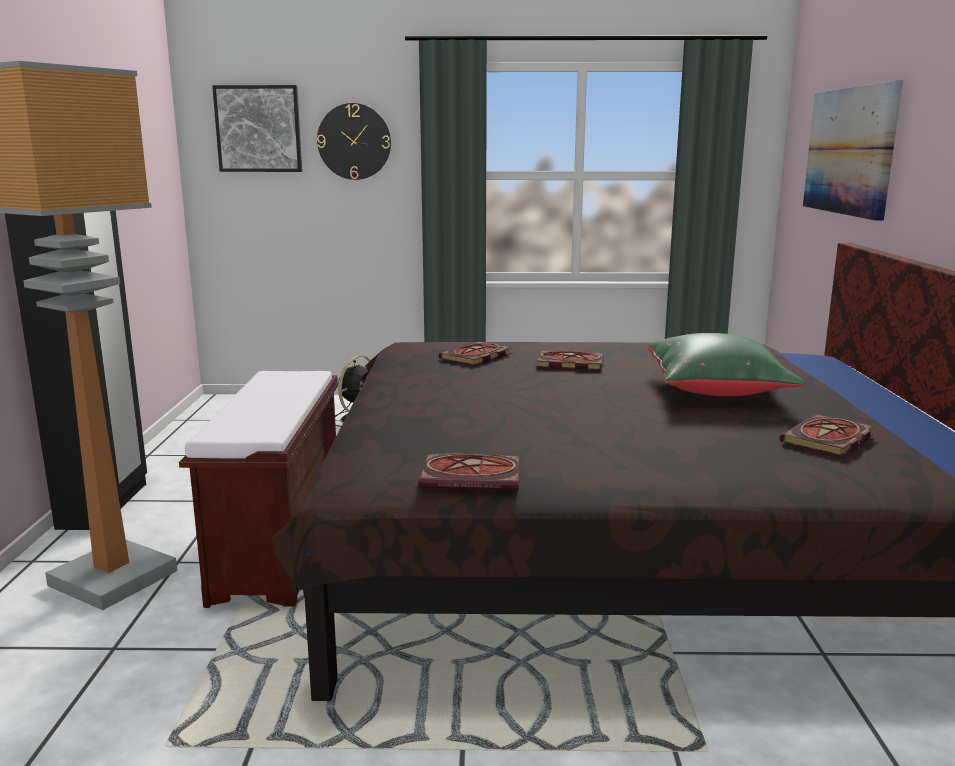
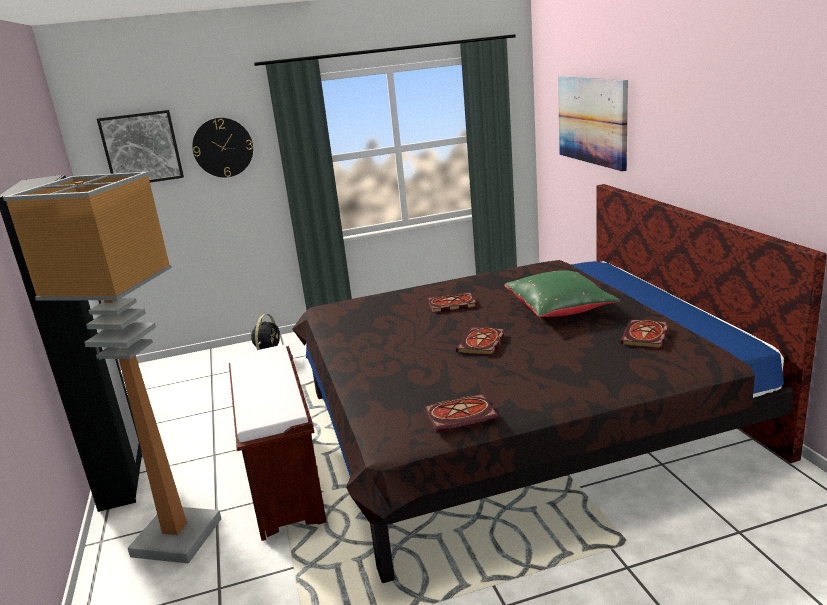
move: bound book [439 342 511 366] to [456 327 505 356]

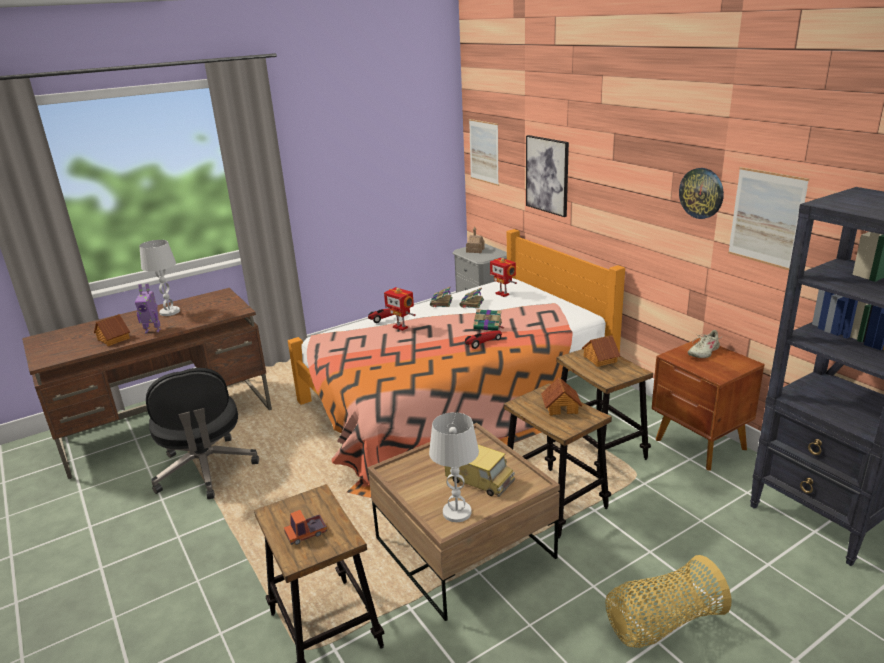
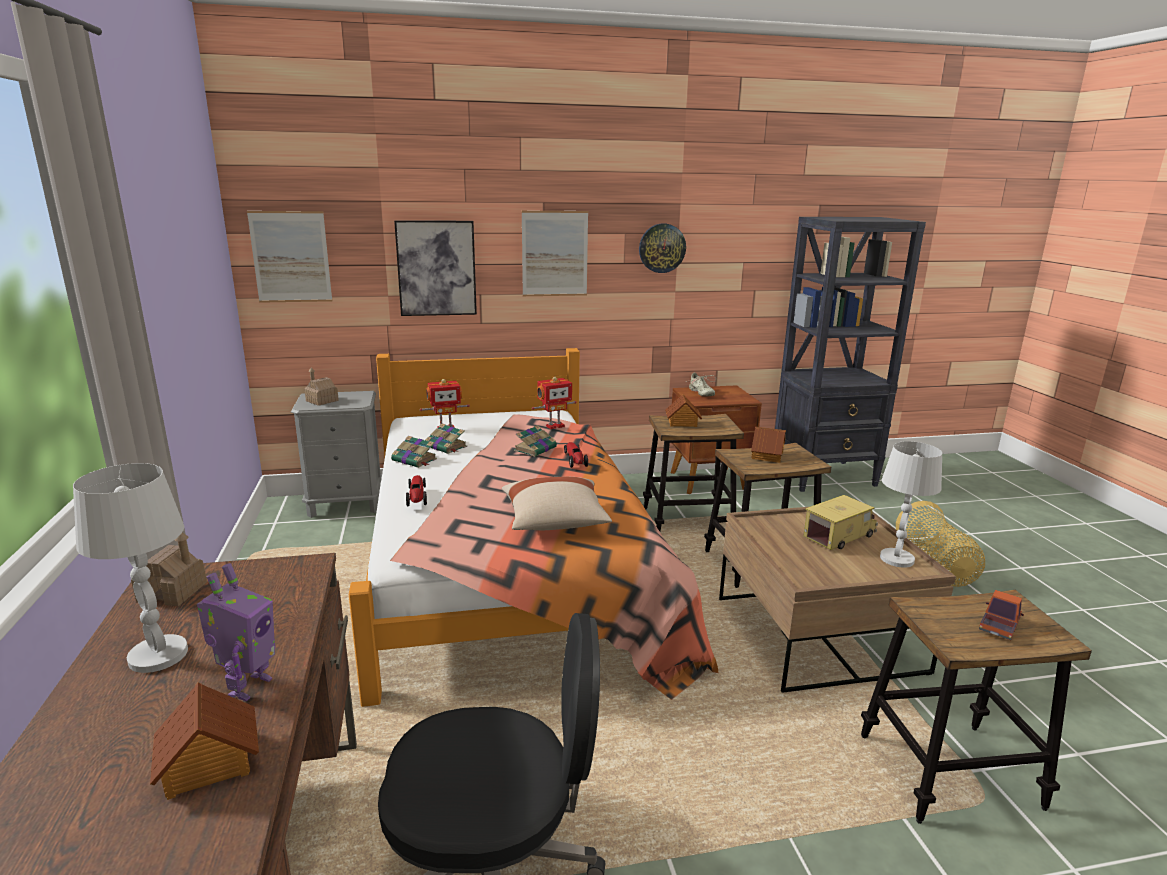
insert: model house [131 532 207 606]; cushion in beige [502 477 612 530]
move: toy robot [384 287 416 331] to [532 377 577 429]; wall art [728 167 809 270] to [522 211 588 296]
rotate: model truck [284 510 327 545] = [979 590 1024 640] 135 degrees counterclockwise

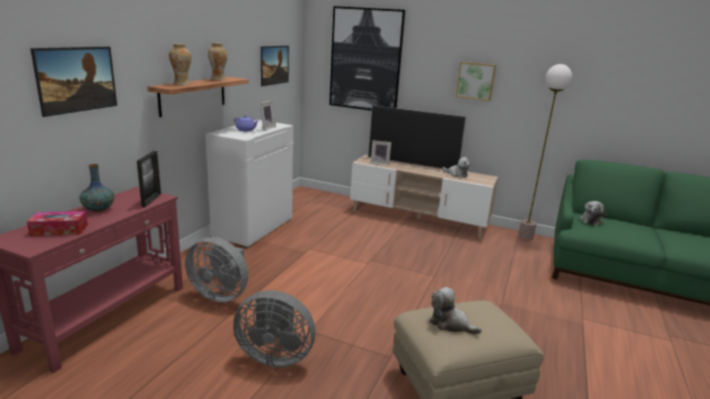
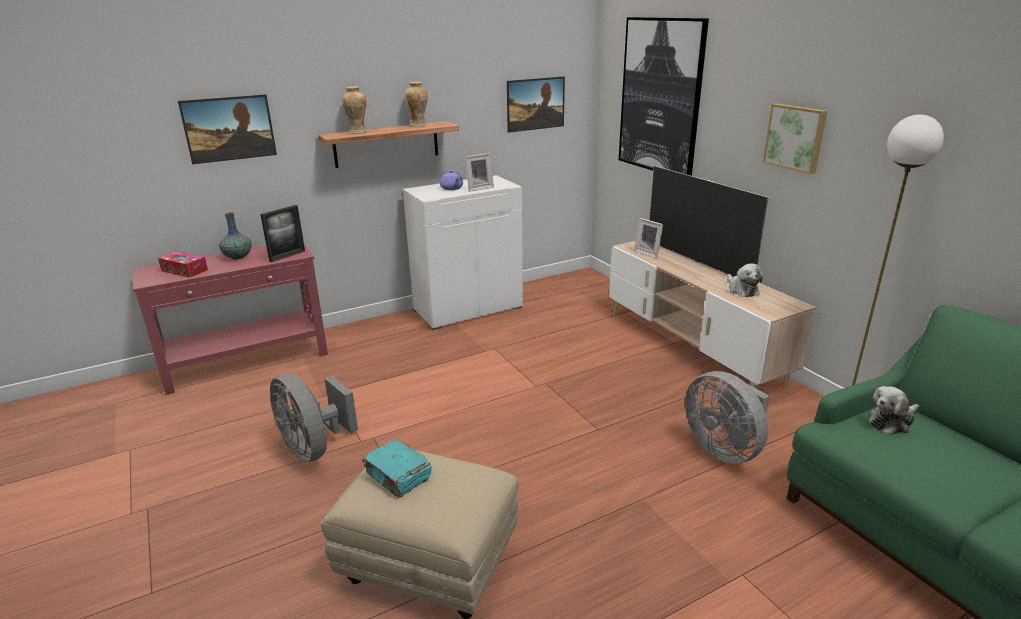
move: cooling fan in grey [185 237 248 302] to [685 371 770 464]
replace: soft toy [429 287 482 335] to bound book in turquoise-coloured [362 439 432 498]

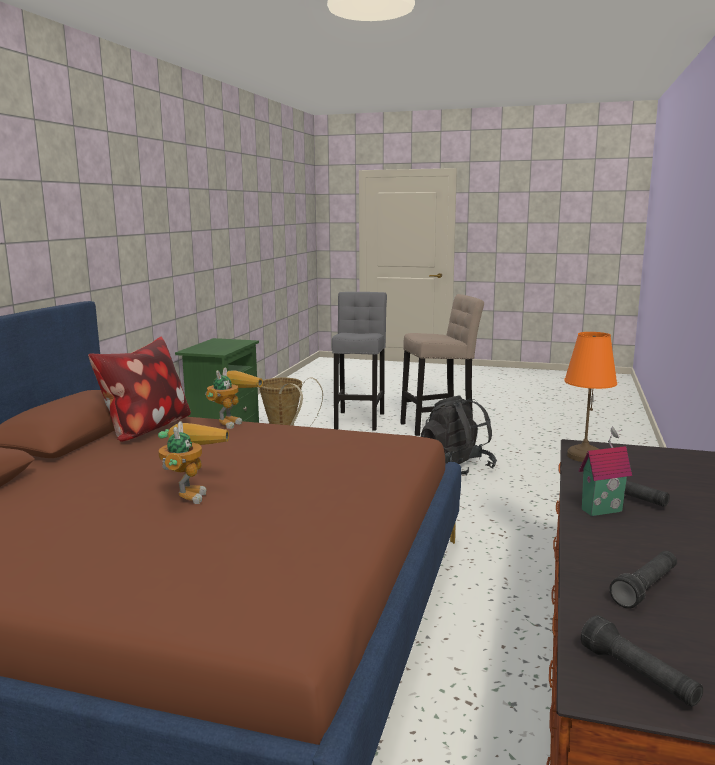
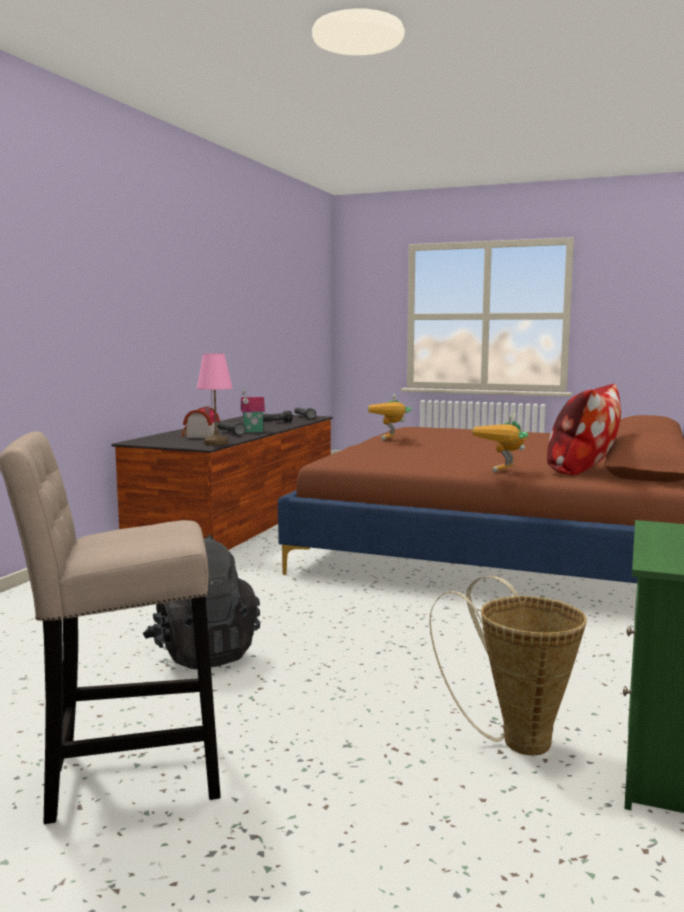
delete: stool in grey [332 292 387 431]
insert: model house [181 406 220 438]
move: toy robot [158 421 229 504] to [368 394 411 440]
recolor: lamp for a table in orange-coloured [564 332 617 462] to lamp for a table in pink-coloured [197 353 233 445]

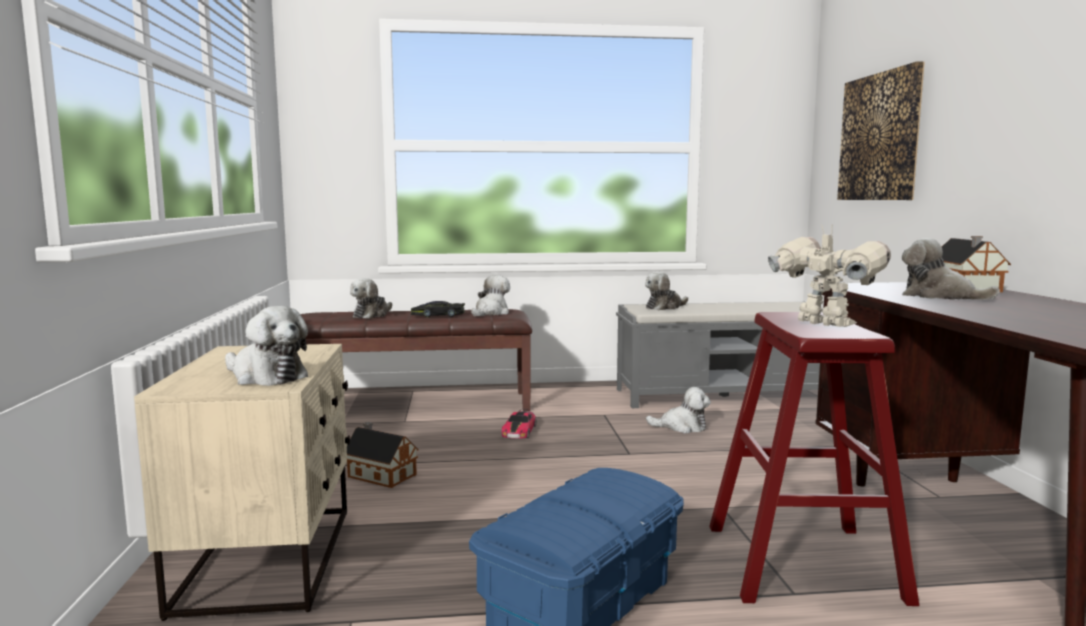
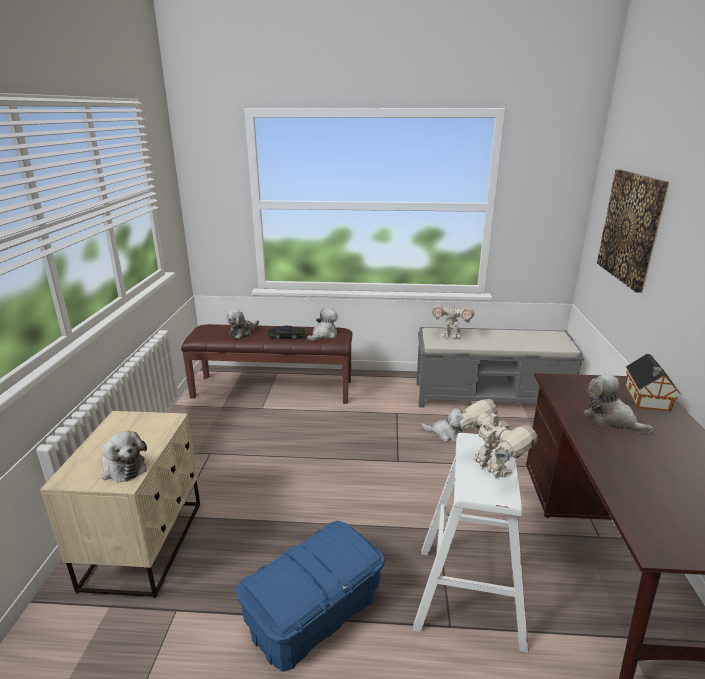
delete: model house [347 422 419 488]; miniature car [502 409 537 439]
replace: soft toy [645 272 688 310] to toy robot [432 302 474 338]
recolor: stool in reddish [709 312 919 606] to stool in white-coloured [413 433 528 653]

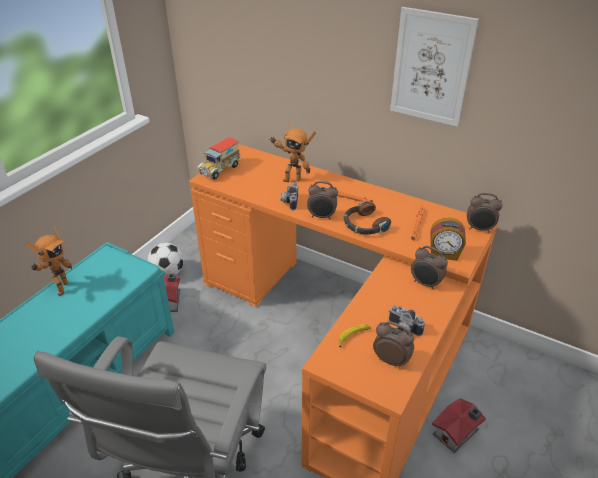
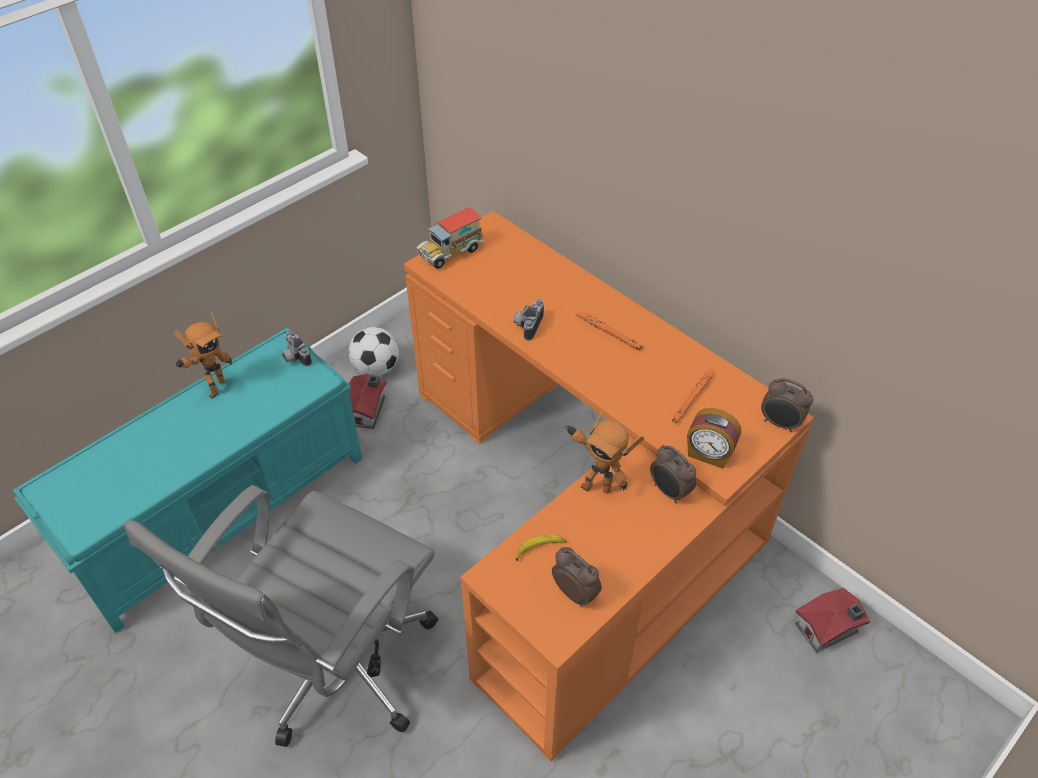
delete: table clock [307 181 338 220]; headphones [344 201 391 235]; wall art [390 7 479 127]
move: toy robot [269 124 316 182] to [565 409 644 494]; still camera [389 305 425 336] to [282 330 312 367]; model house [432 398 486 453] to [795 587 870 653]

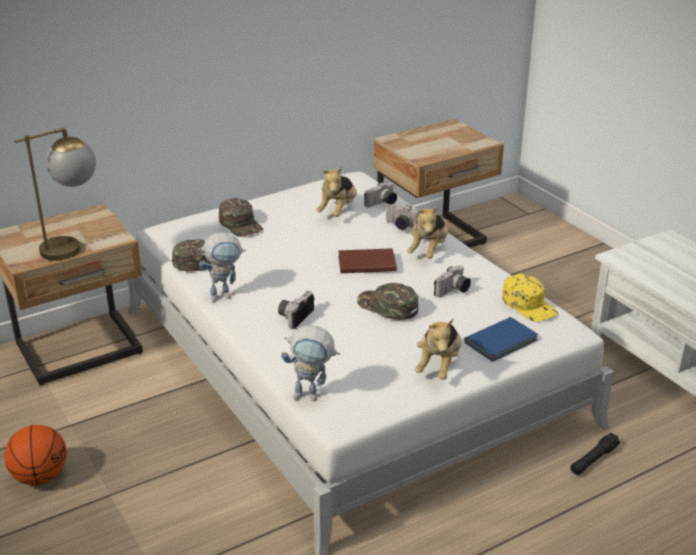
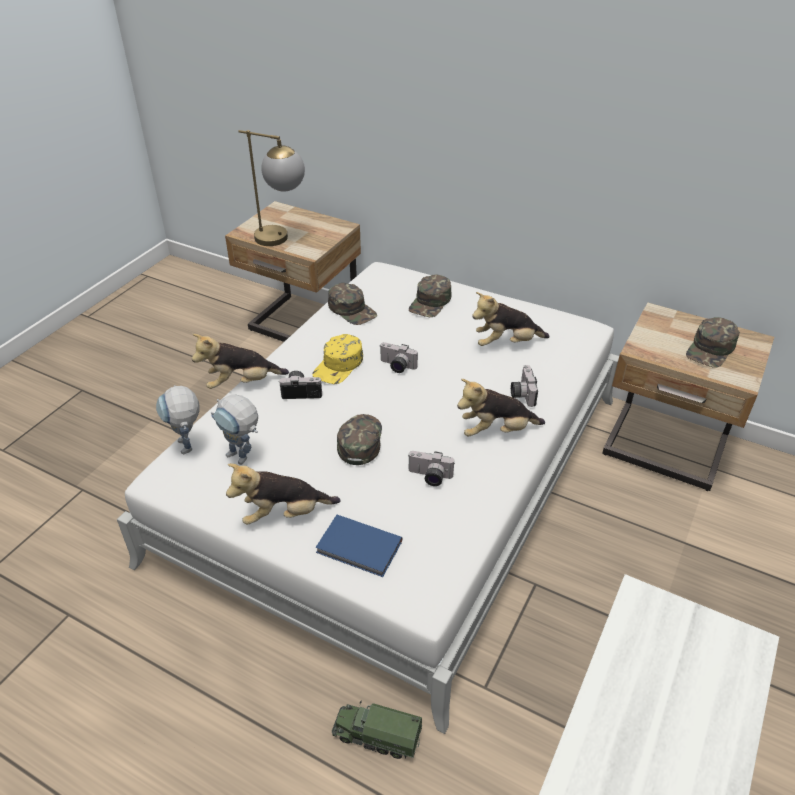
delete: basketball [4 425 67 485]; bound book in brown [338 248 397 273]
insert: soft toy [192 334 289 389]; peaked cap in greenish [686 317 740 368]
move: toy robot [198 232 246 302] to [211 395 258 465]; still camera [364 182 397 208] to [380 342 418 373]; peaked cap in yellow-coloured [502 274 558 322] to [312 334 363 384]
replace: hand torch in blackish [570 433 620 475] to model truck [332 701 422 759]

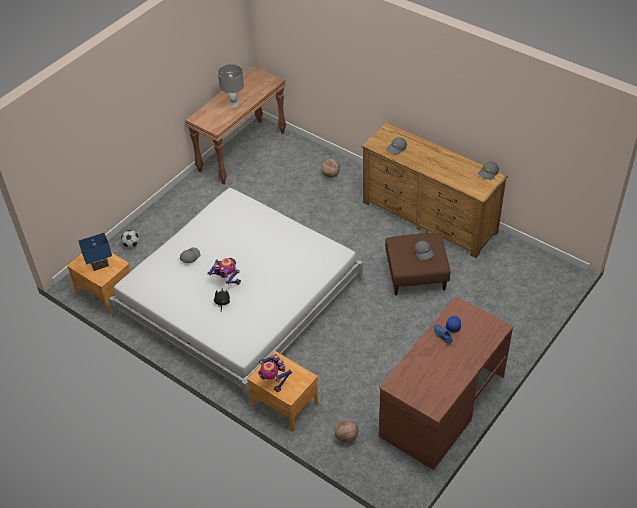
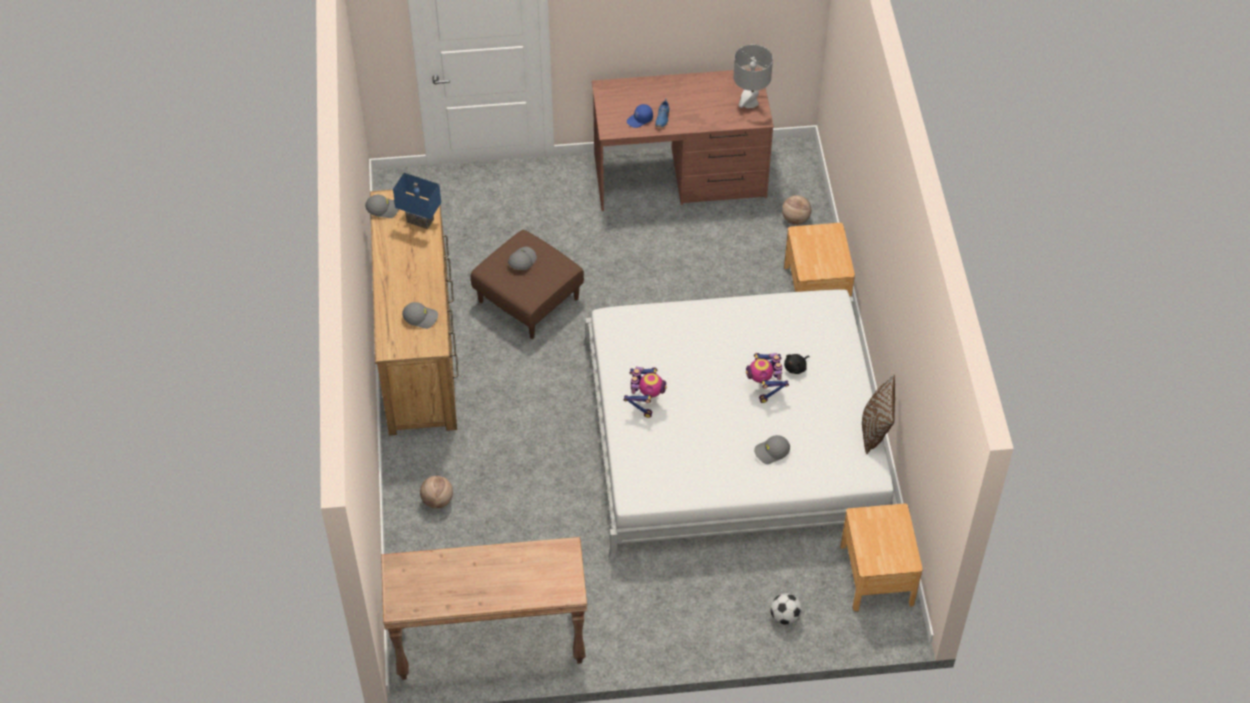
insert: cushion in brown [862 374 895 454]
move: lamp for a table in bluish [78 233 112 271] to [393 173 441 229]; lamp for a table in grey [218 64 244 107] to [733 45 773 108]; toy robot [258 354 292 392] to [624 367 667 418]

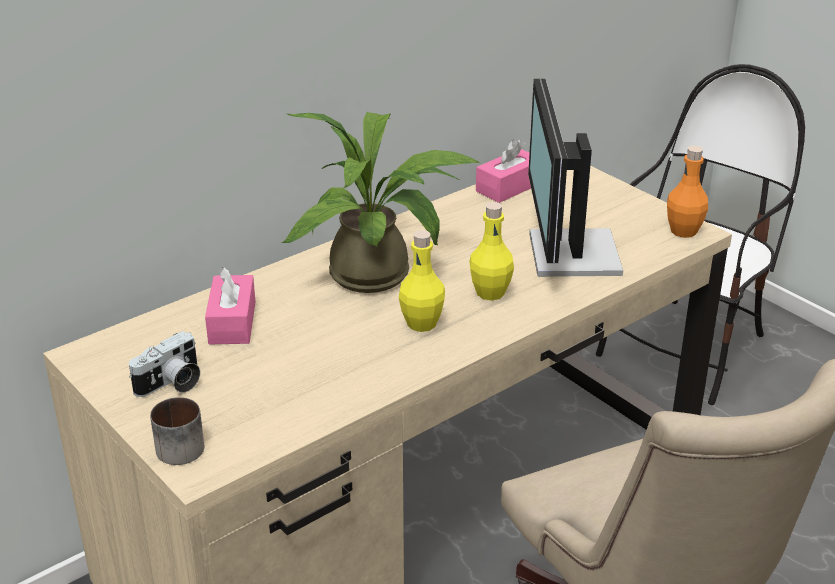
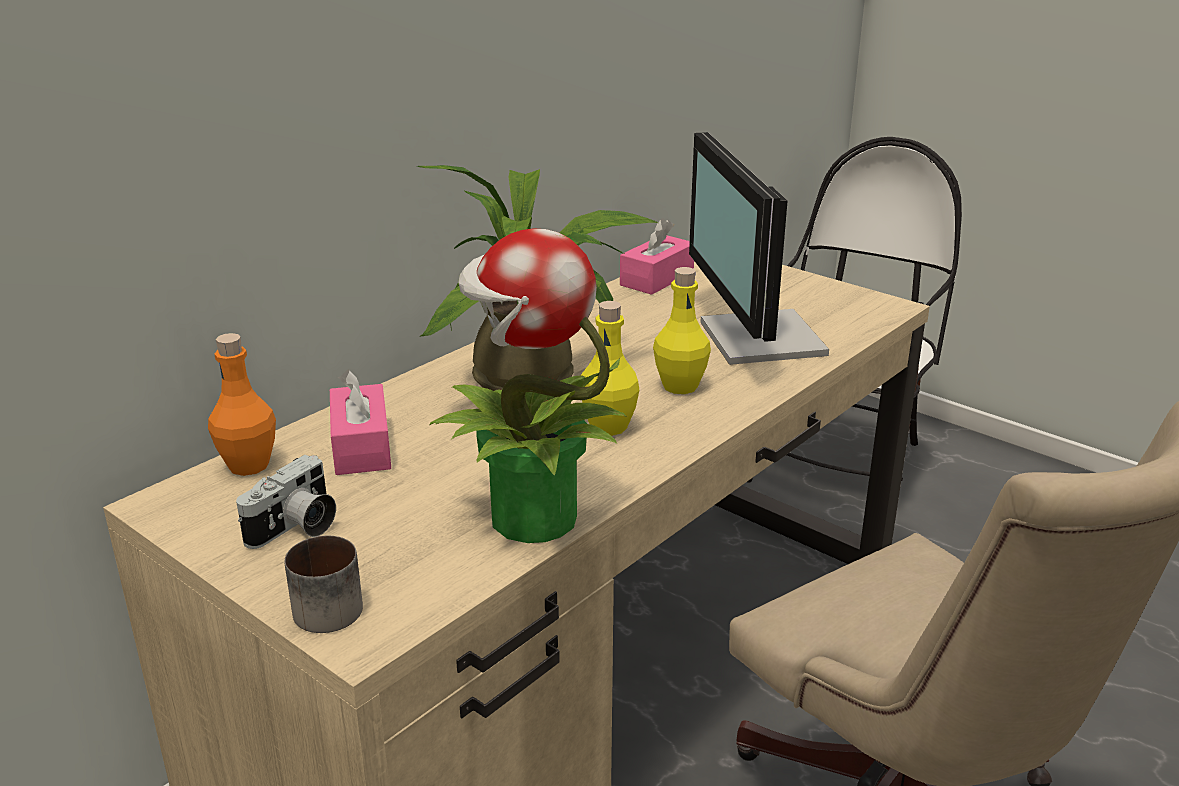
insert: houseplant [429 228 627 543]
move: bottle in orange-coloured [667 146 708 238] to [208 333 276 476]

